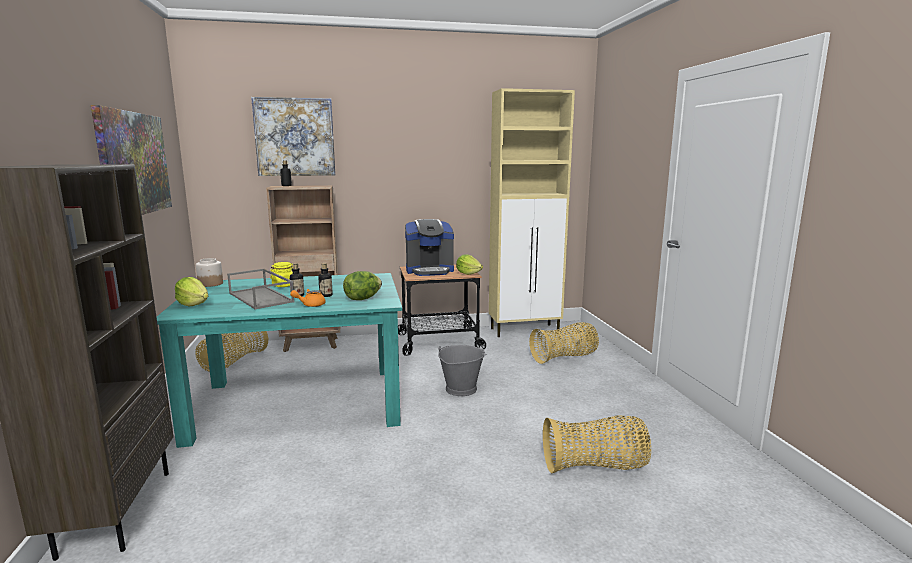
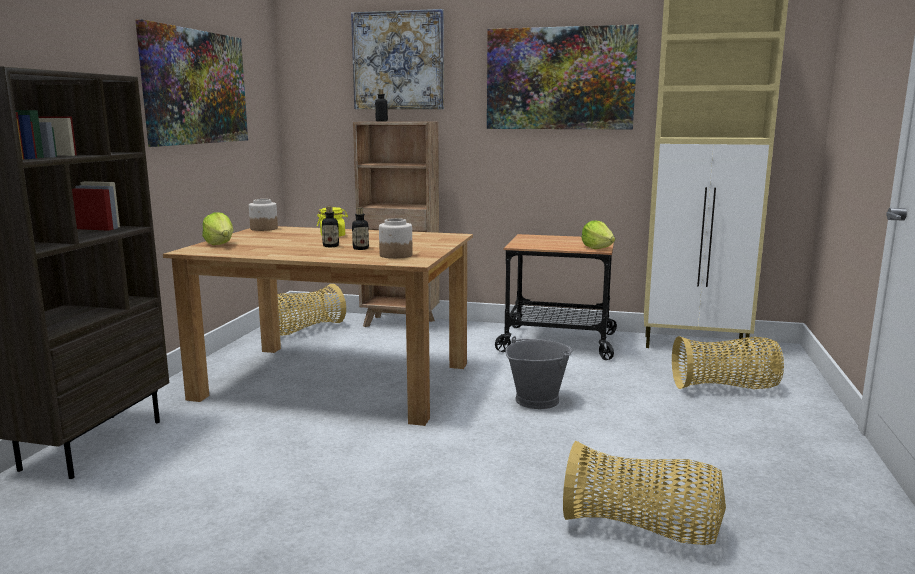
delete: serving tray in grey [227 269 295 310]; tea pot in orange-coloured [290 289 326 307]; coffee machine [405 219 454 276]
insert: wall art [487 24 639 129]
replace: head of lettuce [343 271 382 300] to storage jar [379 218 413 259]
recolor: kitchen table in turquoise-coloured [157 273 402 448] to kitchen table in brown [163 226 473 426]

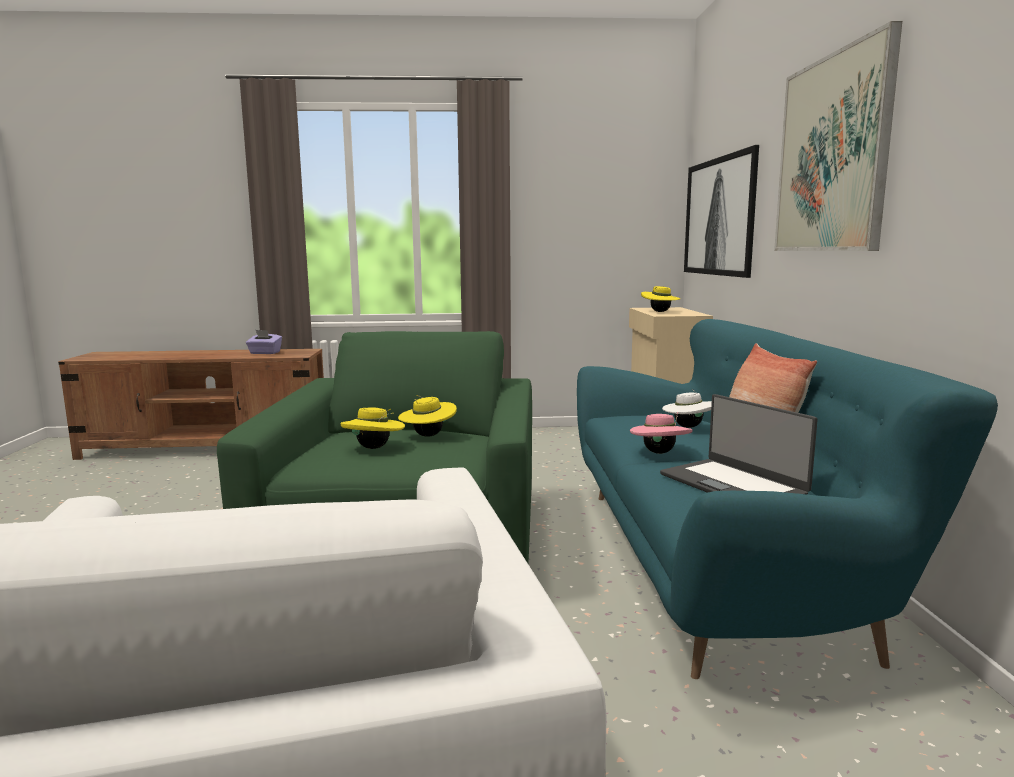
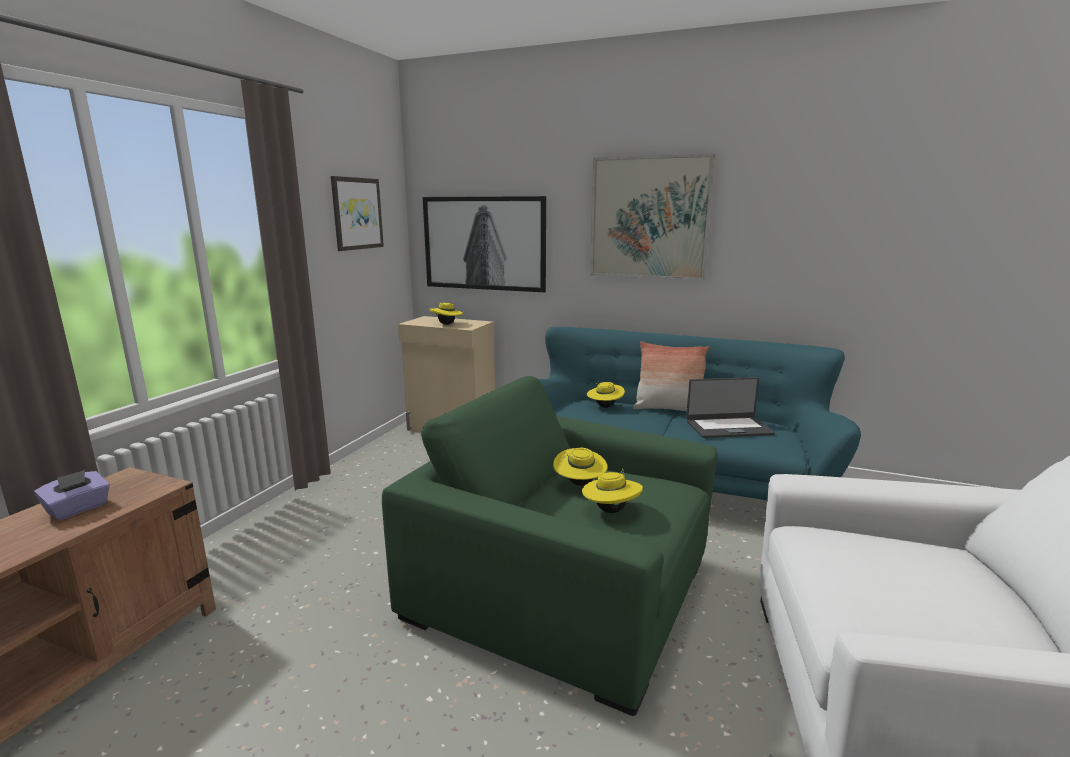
delete: clothing hat in pink-coloured [630 412 692 454]
insert: wall art [331 176 384 251]
recolor: clothing hat in white-coloured [662 390 712 428] to clothing hat in yellow-coloured [587 380 625 408]

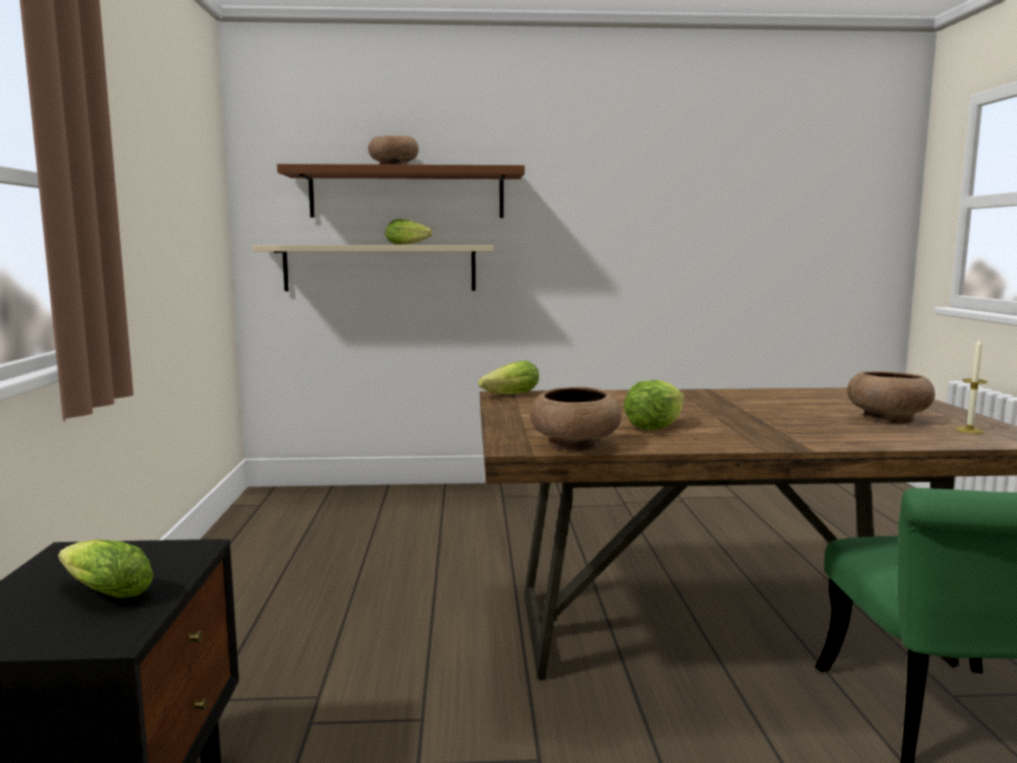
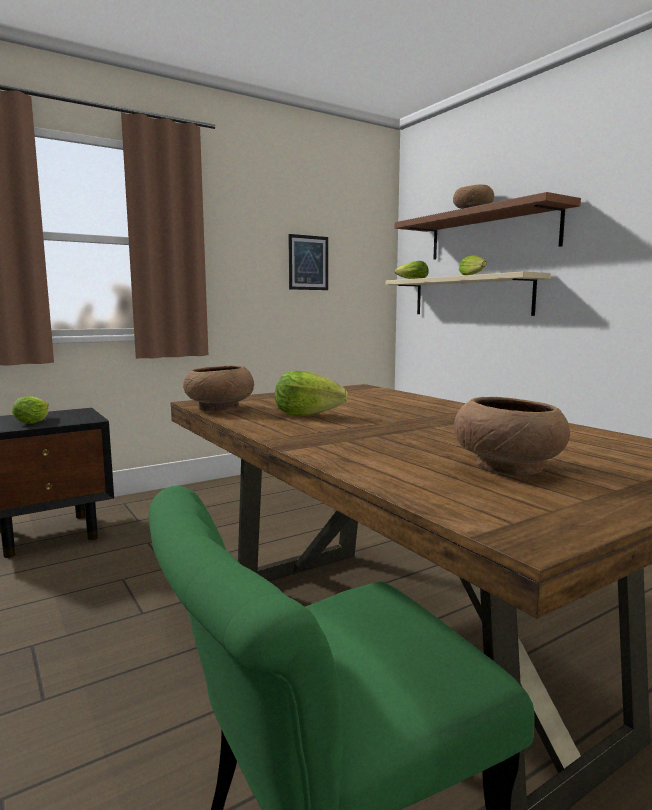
delete: wax candle [955 338 987 434]
insert: wall art [288 234 328 290]
move: head of lettuce [478 361 539 394] to [395 261 429 279]

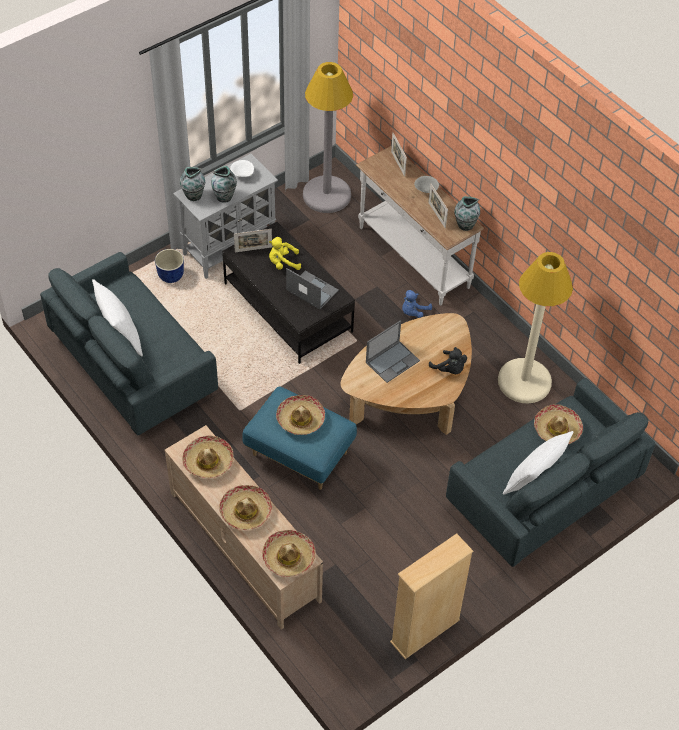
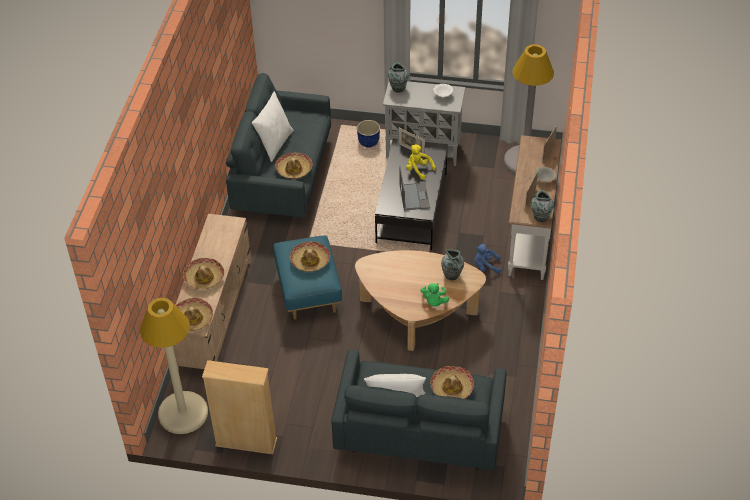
delete: notebook computer [366 320 420 383]
move: clothing hat [182 436 234 478] to [275 152 313 179]; flower vase [211 166 237 203] to [441 249 464 280]; floor lamp in beige [498 252 573 404] to [140 298 208 434]
recolor: soft toy in blackish [429 347 467 374] to soft toy in greenish [421 283 449 306]

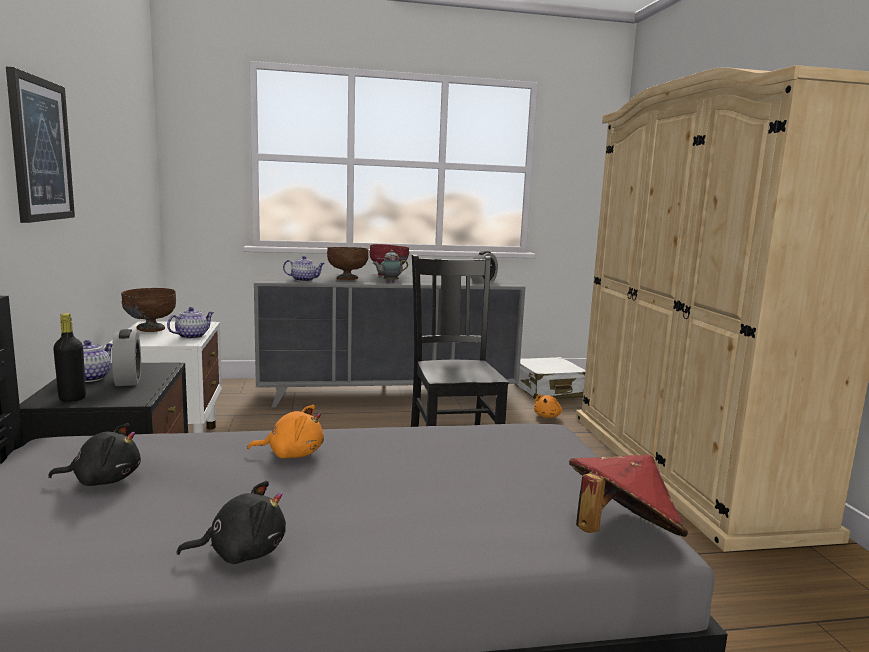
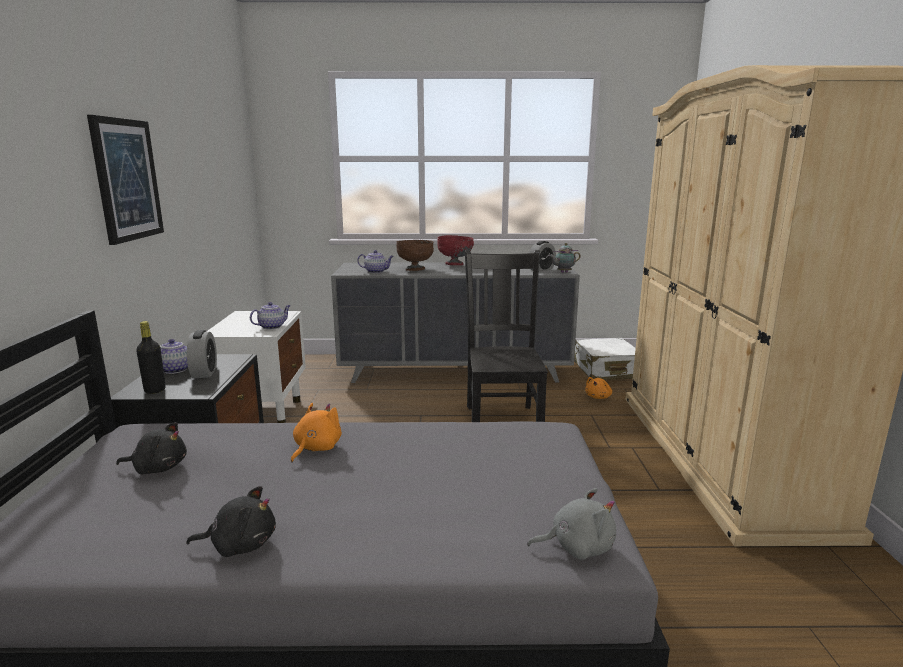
delete: serving bowl in brown [121 288 176 332]
move: tea pot [373 250 408 282] to [548 243 581 273]
replace: clothing hat in reddish [569 455 688 537] to soft toy in grey [527 488 616 560]
rotate: soft toy in orange-coloured [247 405 324 458] = [291 403 342 463] 75 degrees counterclockwise

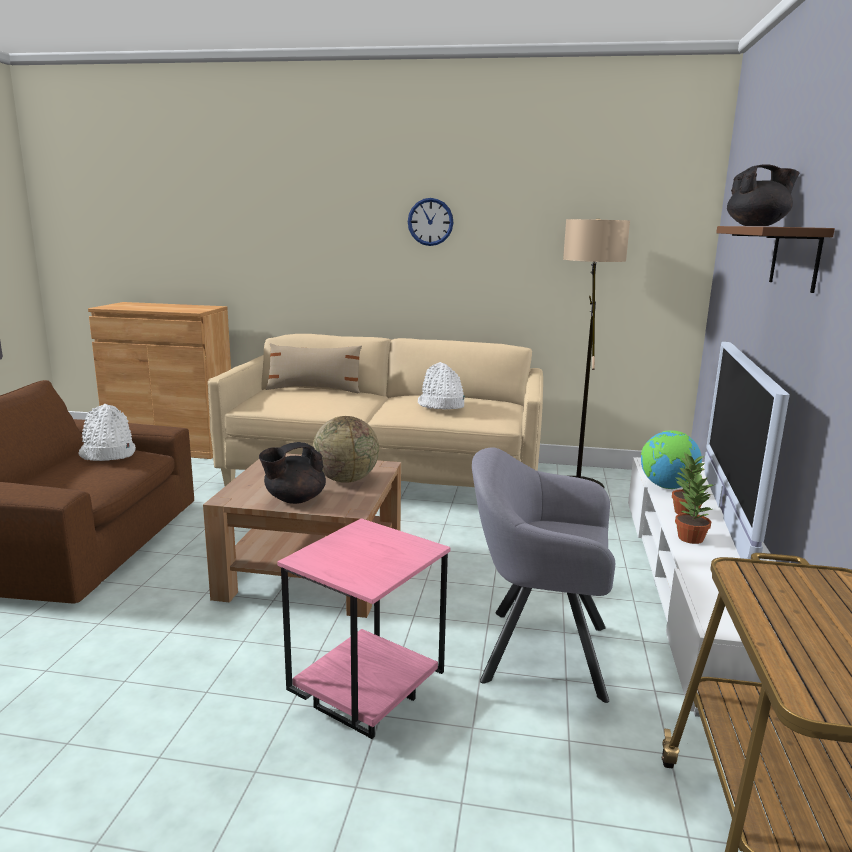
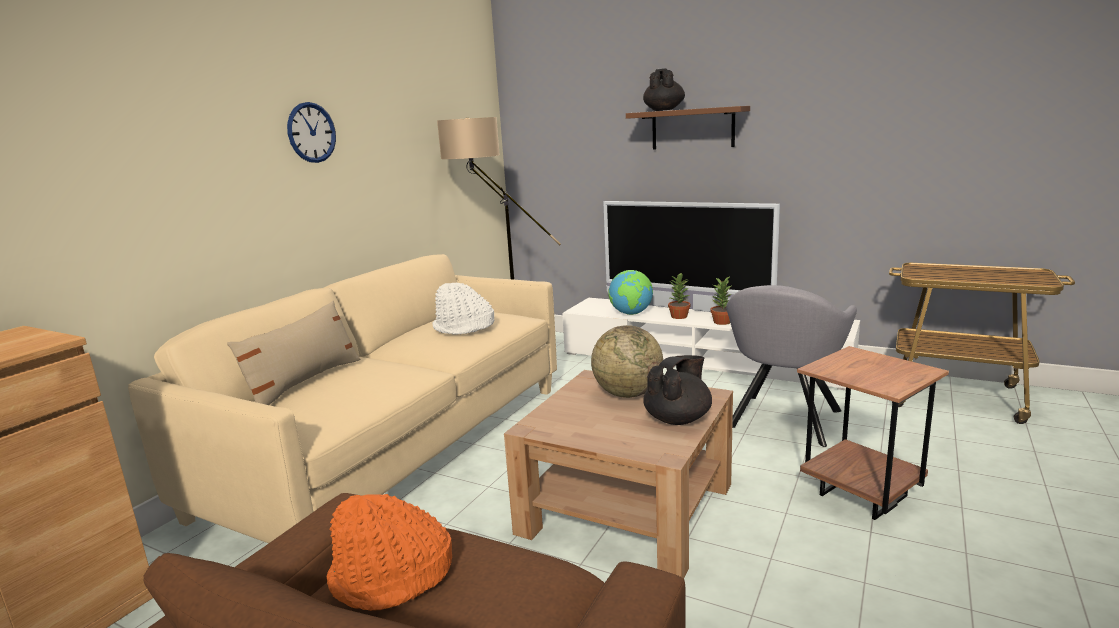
recolor: clothing hat in white-coloured [79 404 136 461] to clothing hat in orange-coloured [327 494 452 611]; end table in pink-coloured [277 518 451 739] to end table in brown [797 346 949 520]
rotate: tea pot in blackish [259 442 326 504] = [643 355 712 425] 120 degrees counterclockwise

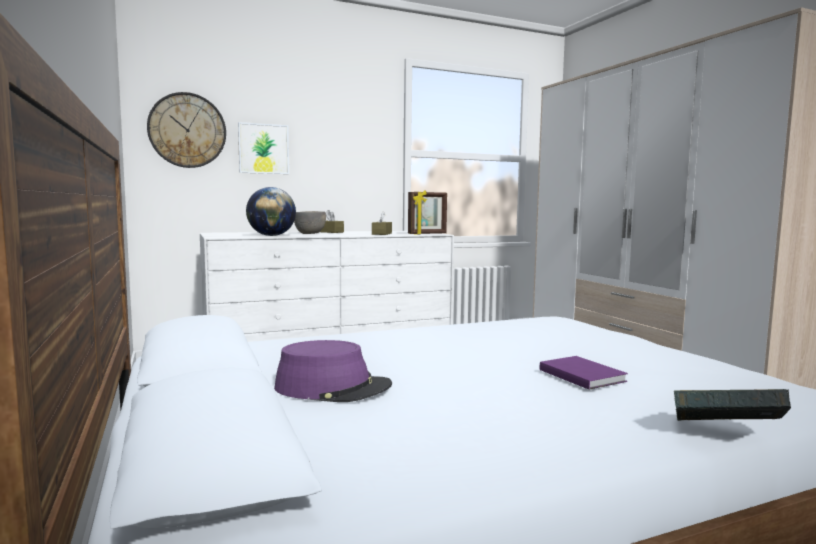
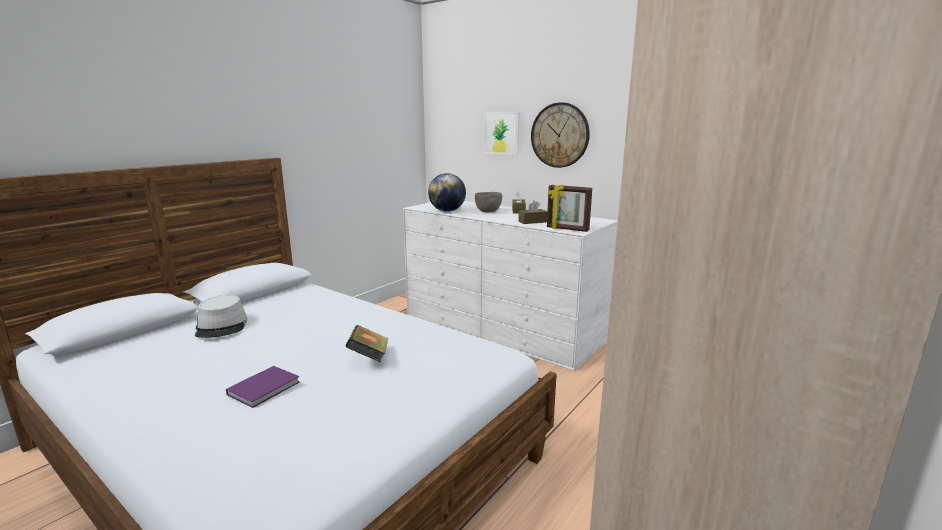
move: wall clock [147 92 226 168] to [531 102 590 168]; bound book [674 389 791 421] to [345 325 388 362]
recolor: clothing hat in purplish [274 340 392 402] to clothing hat in grey [195 295 248 338]

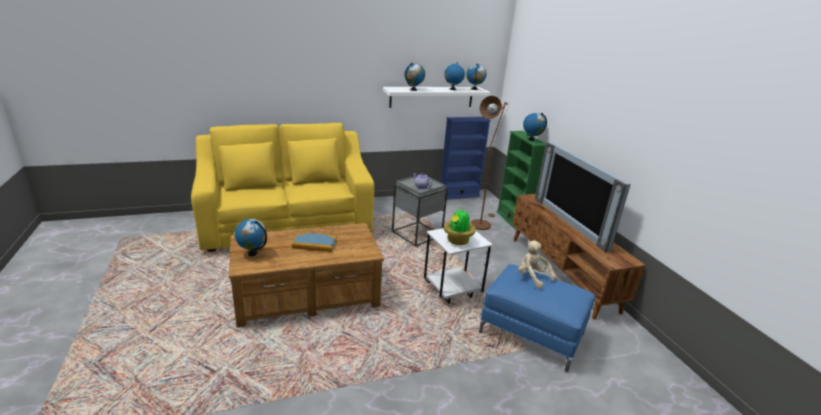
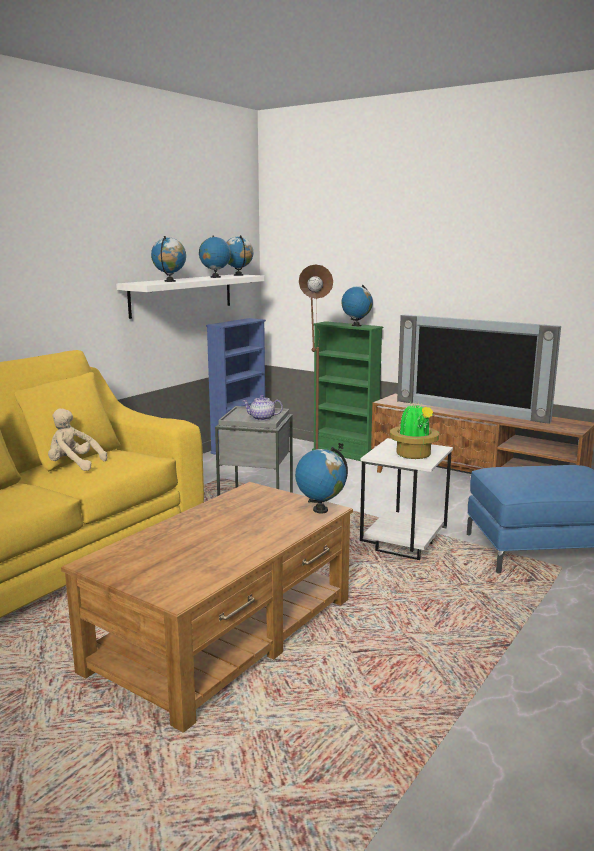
delete: bound book [292 232 337 252]
move: desk globe [235 219 267 256] to [295 447 348 514]; soft toy in beige [518 241 556 289] to [48 408 107 471]

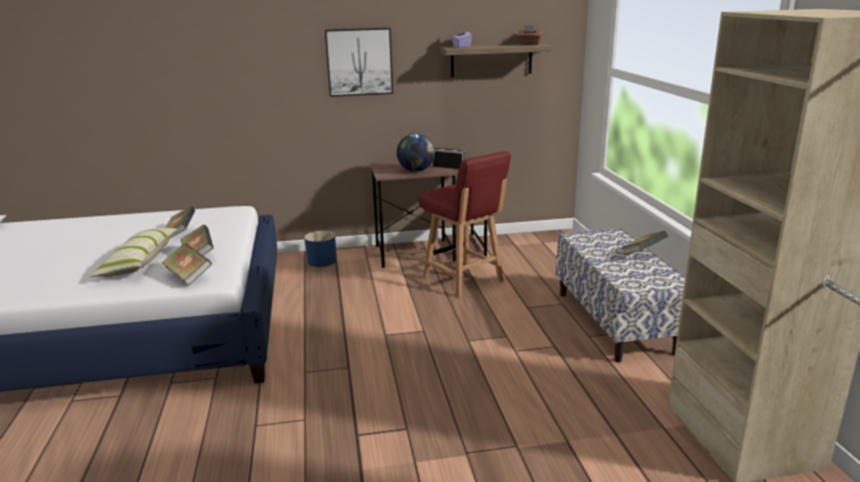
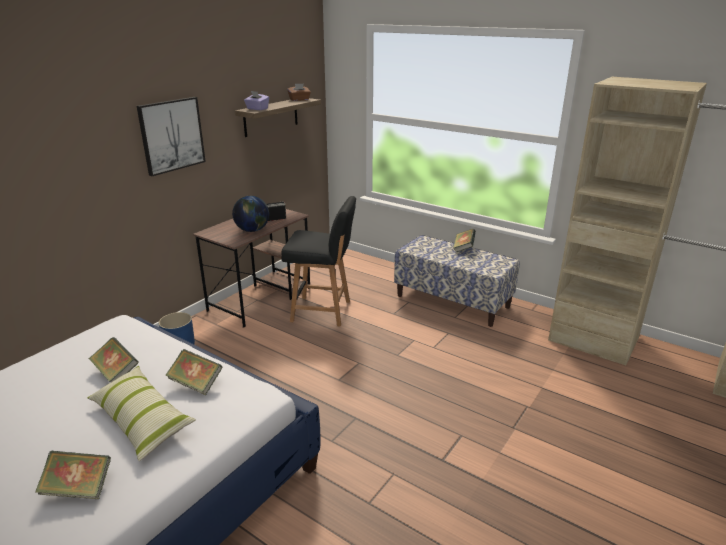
move: bound book [162 243 212 285] to [35 451 111 499]
recolor: chair in reddish [419 151 511 297] to chair in blackish [281 196 356 327]

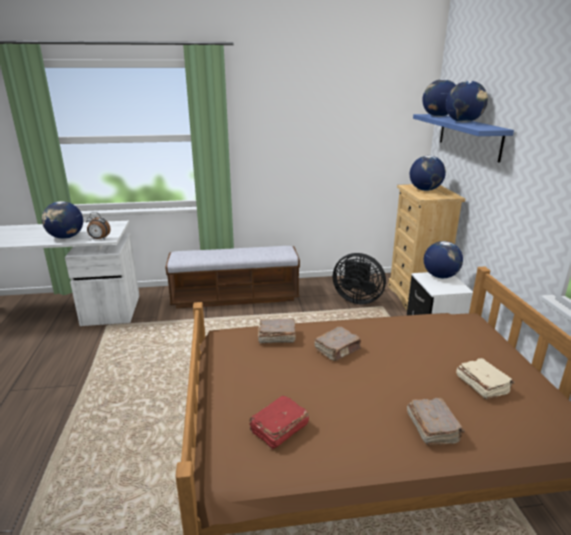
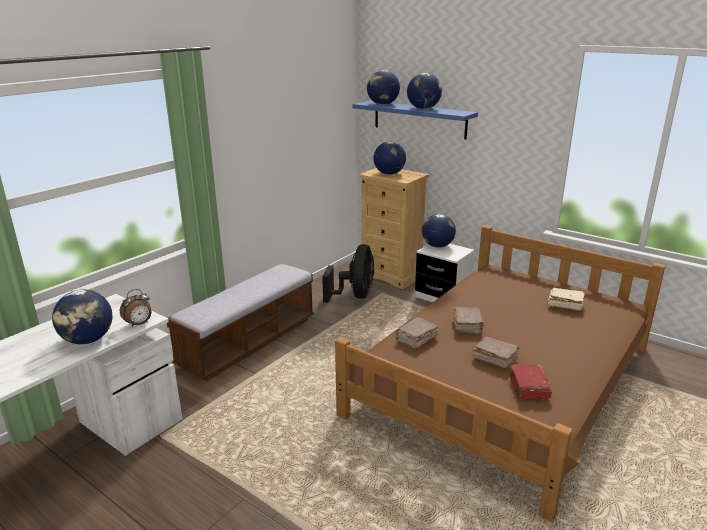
move: bound book in brown [407 397 465 445] to [472 336 520 369]
rotate: cooling fan in blackish [333 253 386 305] = [322 244 374 303] 60 degrees counterclockwise

